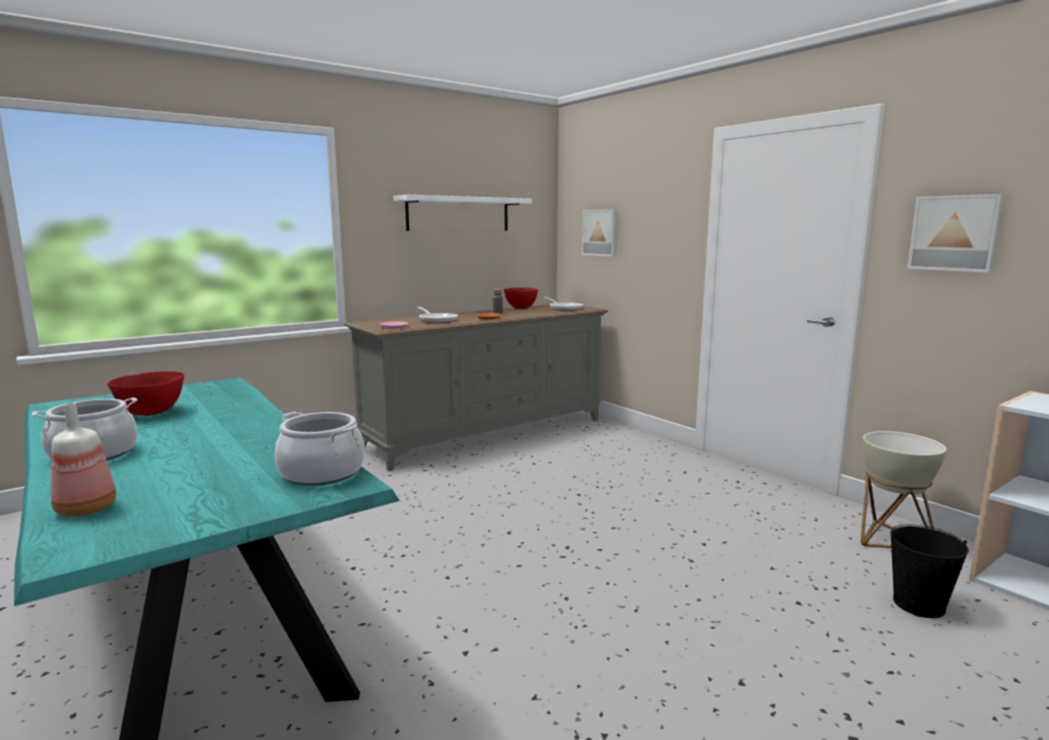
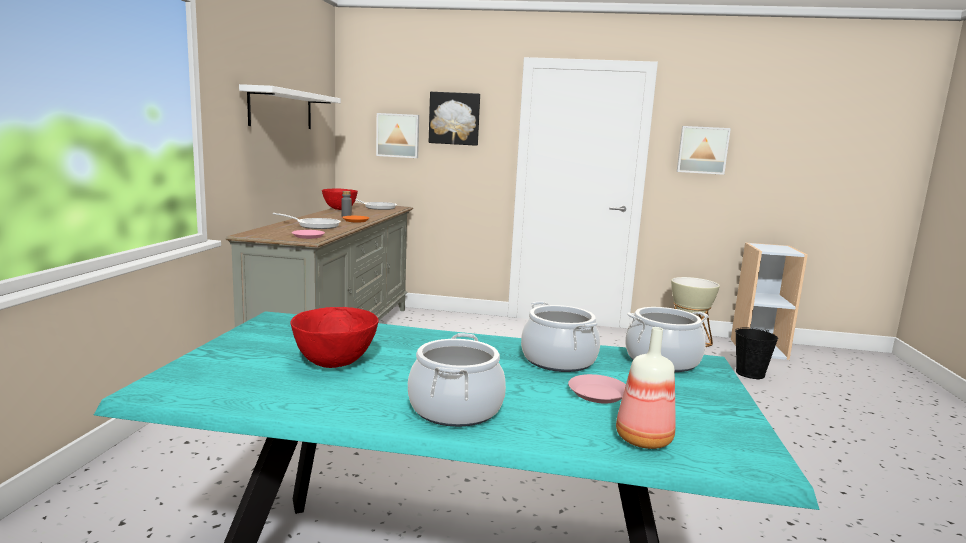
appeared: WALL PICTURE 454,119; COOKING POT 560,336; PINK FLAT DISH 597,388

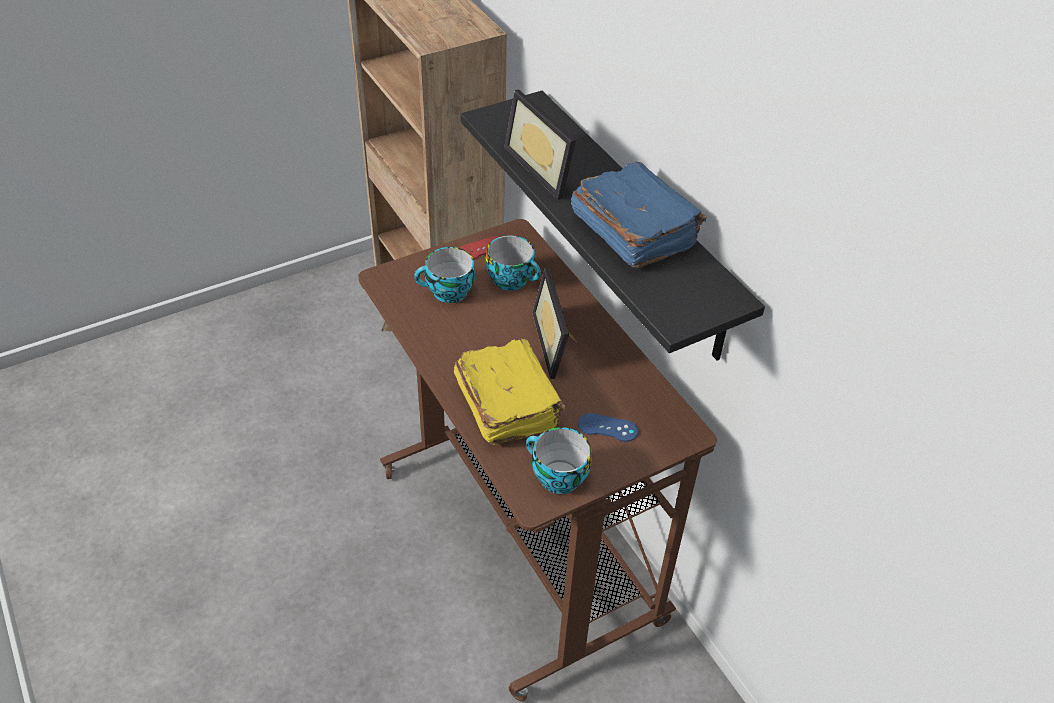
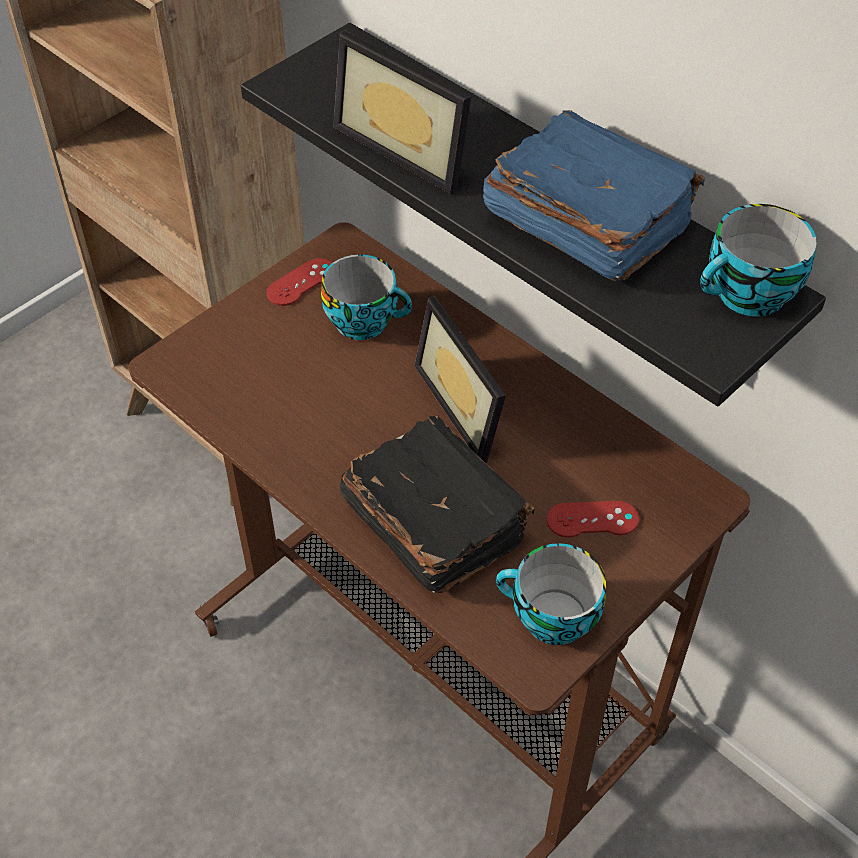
relocated: DRINKING CUP 444,275 to 758,260
colour: YELLOW VOLUME 509,392 to BLACK-COLOURED VOLUME 437,504; BLUE GAME CONTROLLER 608,427 to RED-COLOURED GAME CONTROLLER 593,519

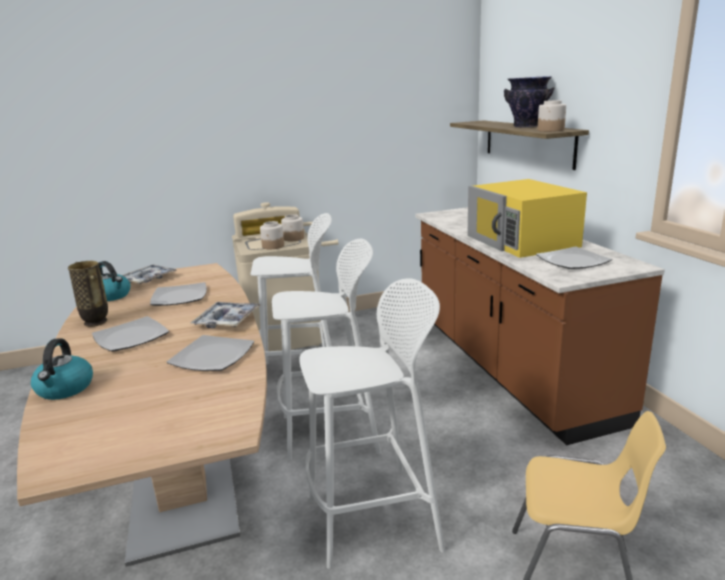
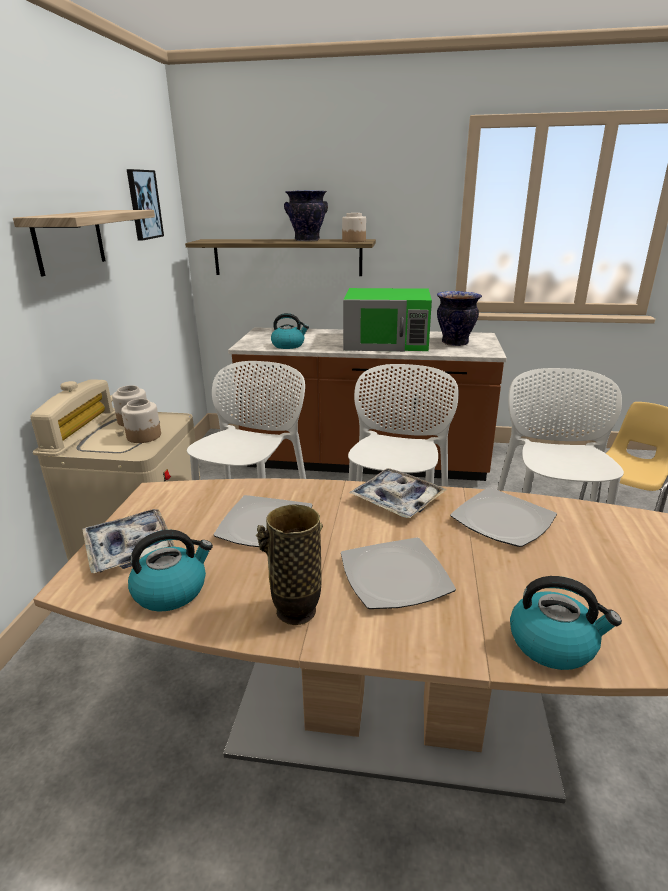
appeared: SHELF 84,243; WALL PICTURE 145,205; TEA KETTLE 290,331
exchanged: FLAT DISH 574,258 to VASE 459,318
colour: YELLOW KITCHEN MICROWAVE 527,218 to GREEN KITCHEN MICROWAVE 387,320

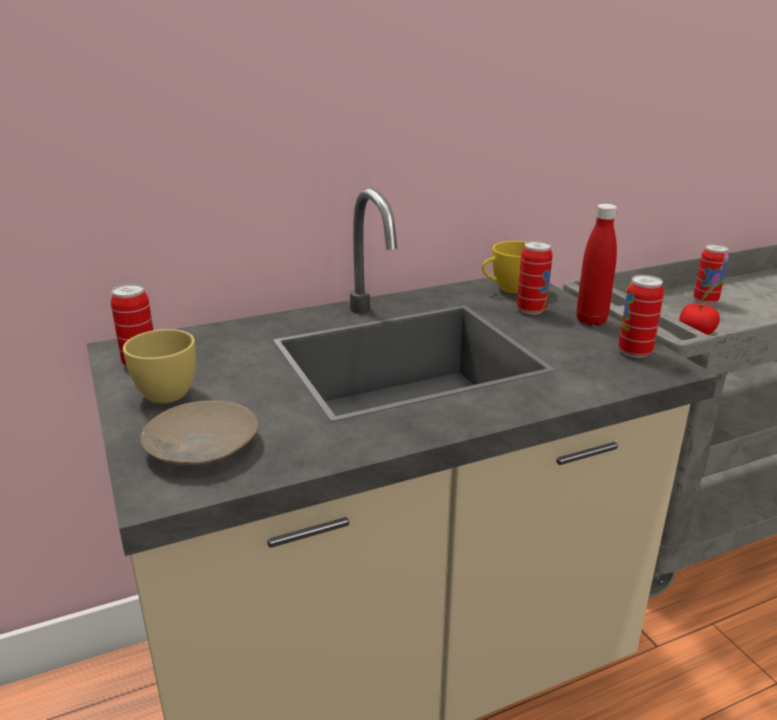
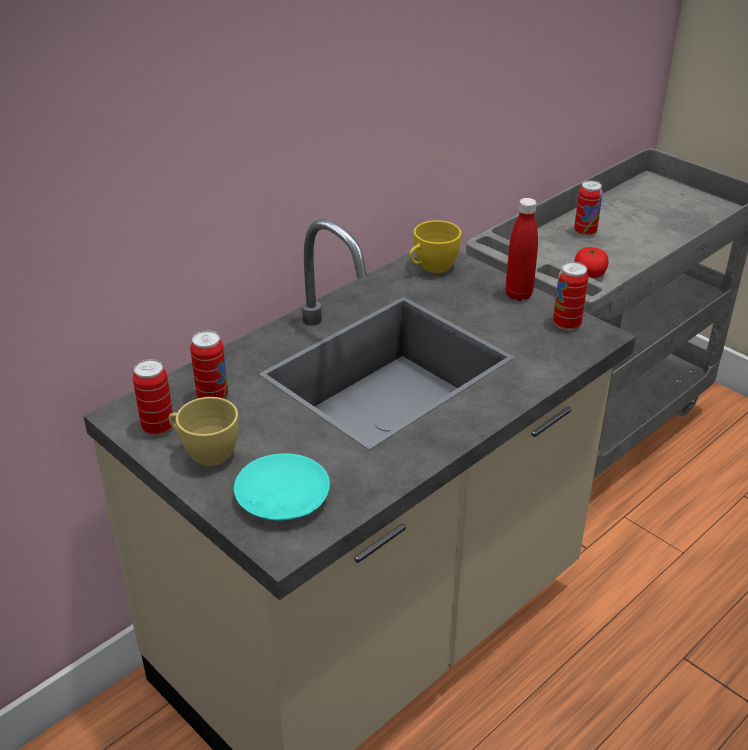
relocated: METAL CAN 535,278 to 209,365
colour: BEIGE-COLOURED FLAT DISH 199,432 to TURQUOISE-COLOURED FLAT DISH 282,487

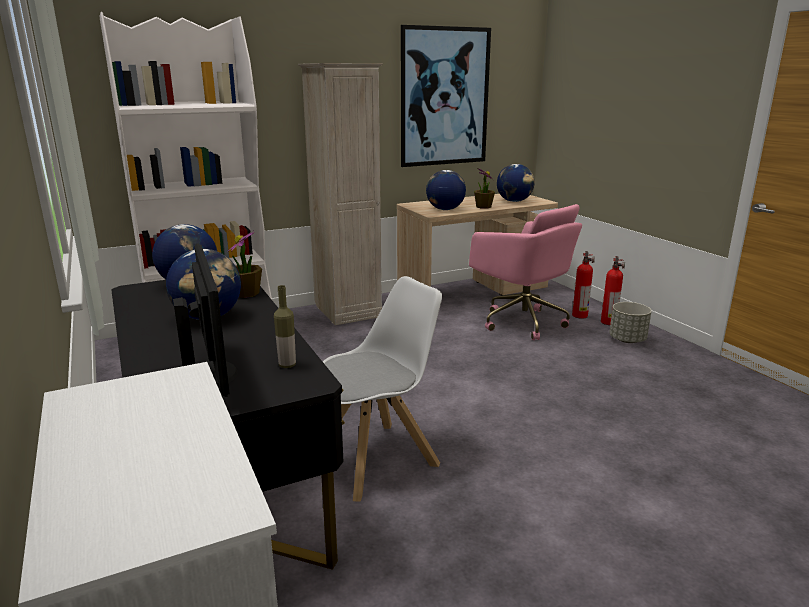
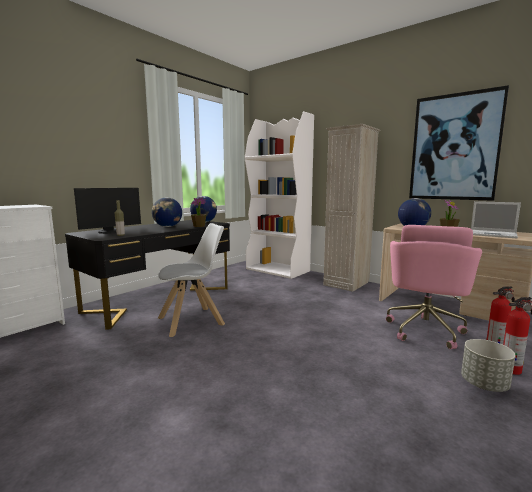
exchanged: WORLD GLOBE 516,183 to PORTABLE COMPUTER 496,219
spun: PLAIN CHAIR 382,389 = 191,280 60 degrees counterclockwise

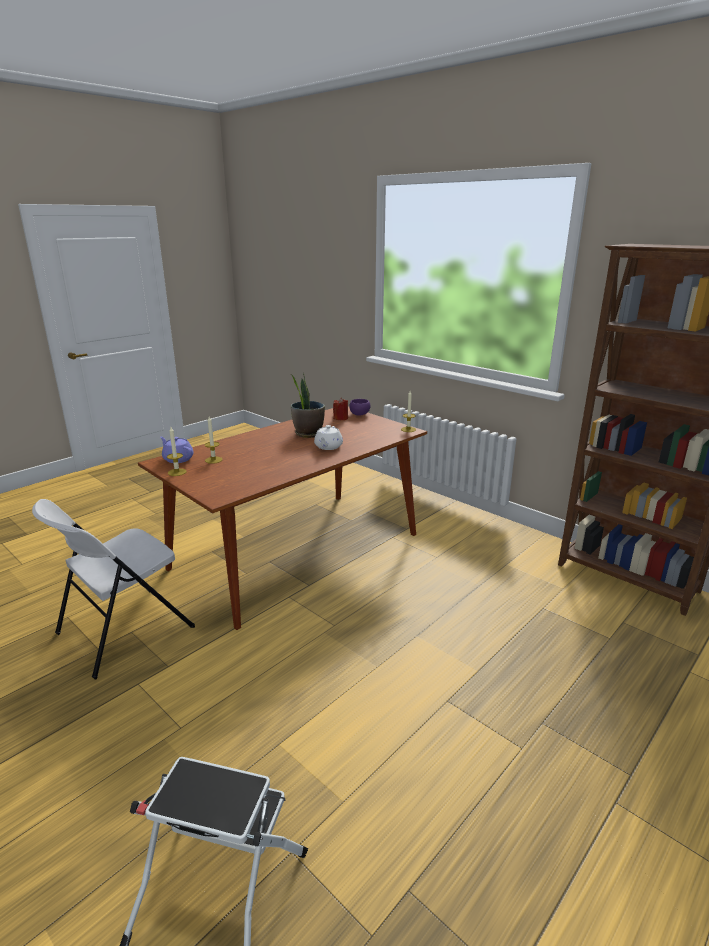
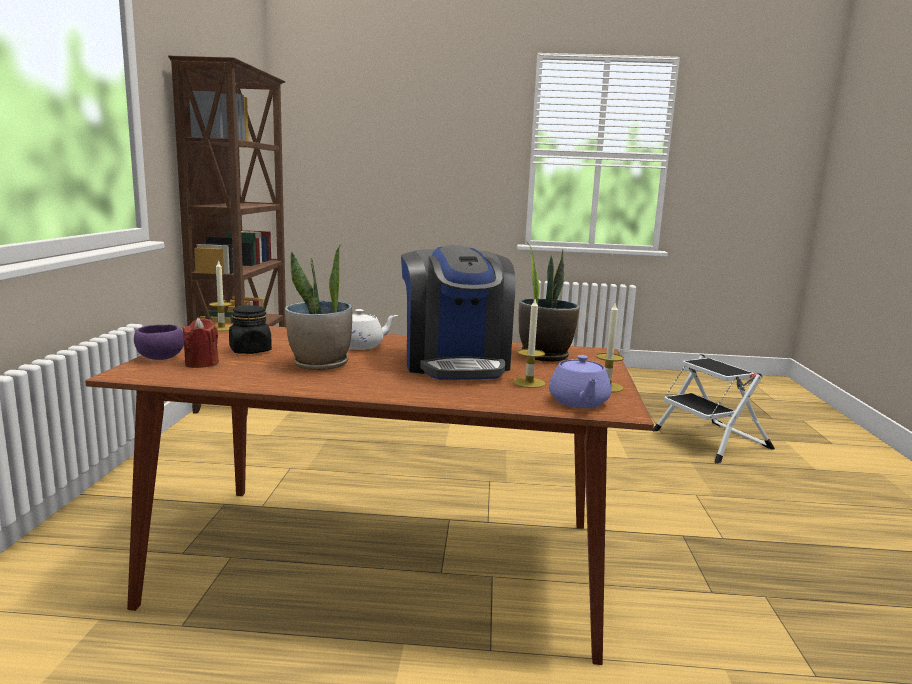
missing: WHITISH PLAIN CHAIR 113,589
appeared: BLACK-COLOURED JAR 250,330; COFFEE MACHINE 458,312; POTTED PLANT 549,302

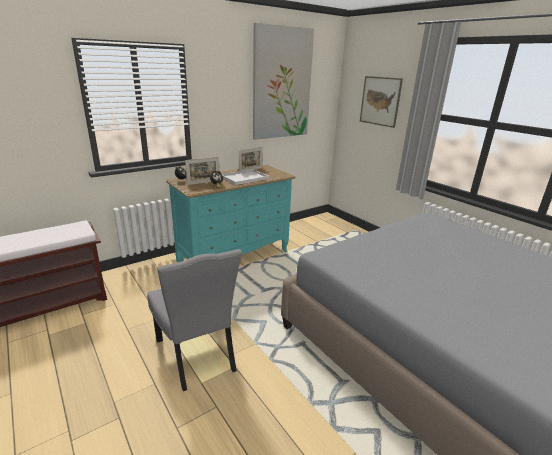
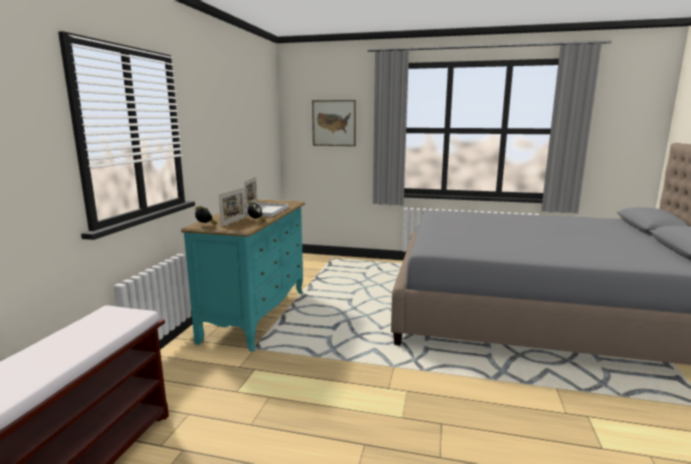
missing: GREYISH PLAIN CHAIR 194,320; WALL PICTURE 283,81

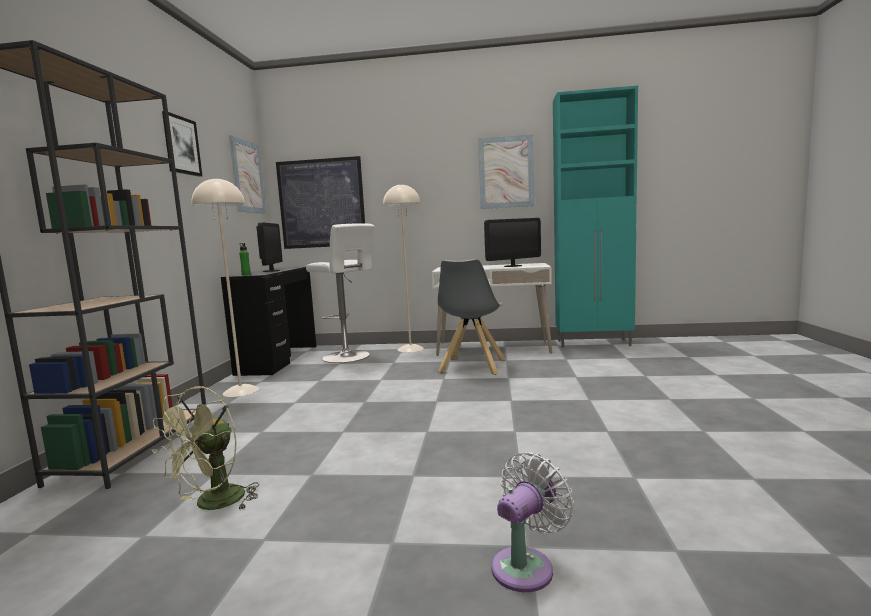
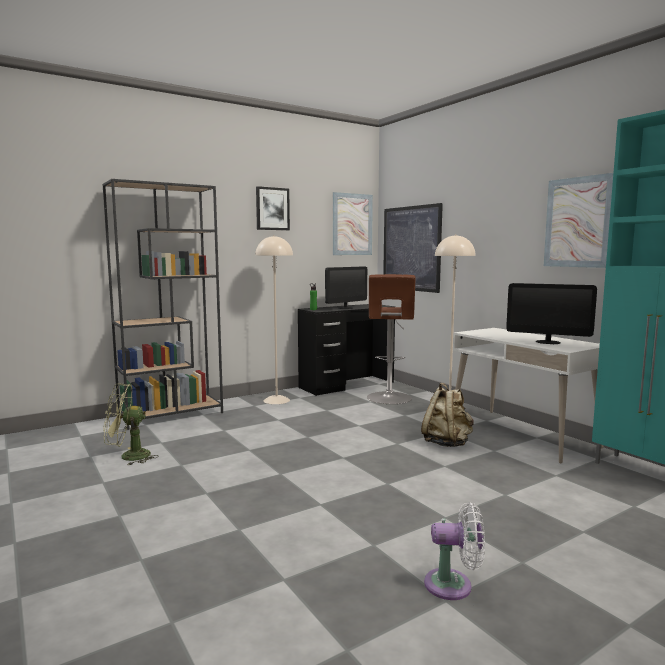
relocated: WHITISH COOLING FAN 532,522 to 454,551
exchanged: GREYISH PLAIN CHAIR 472,317 to BEIGE-COLOURED BACKPACK 447,415
colour: WHITISH SITTING STOOL 340,293 to BROWN-COLOURED SITTING STOOL 391,339

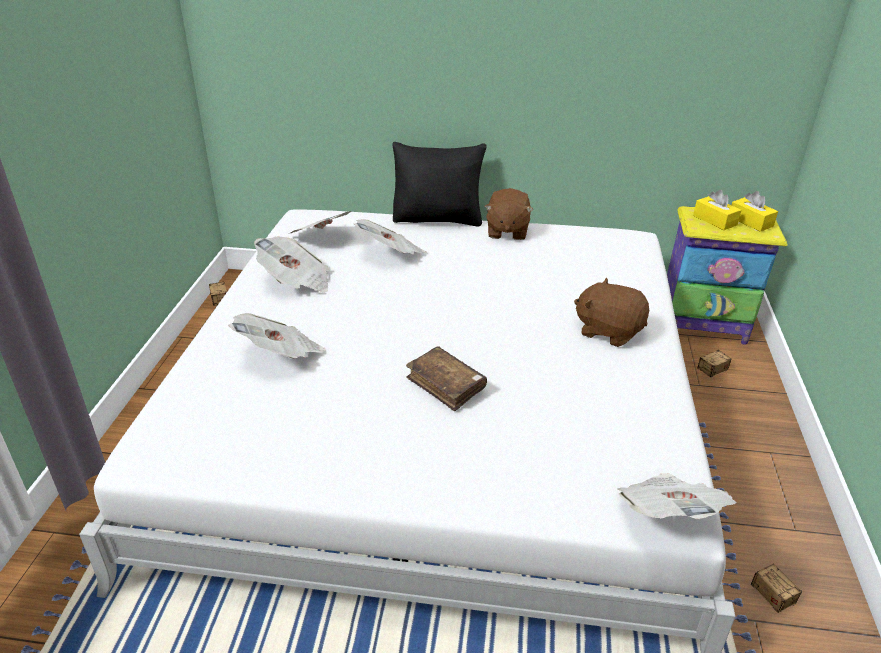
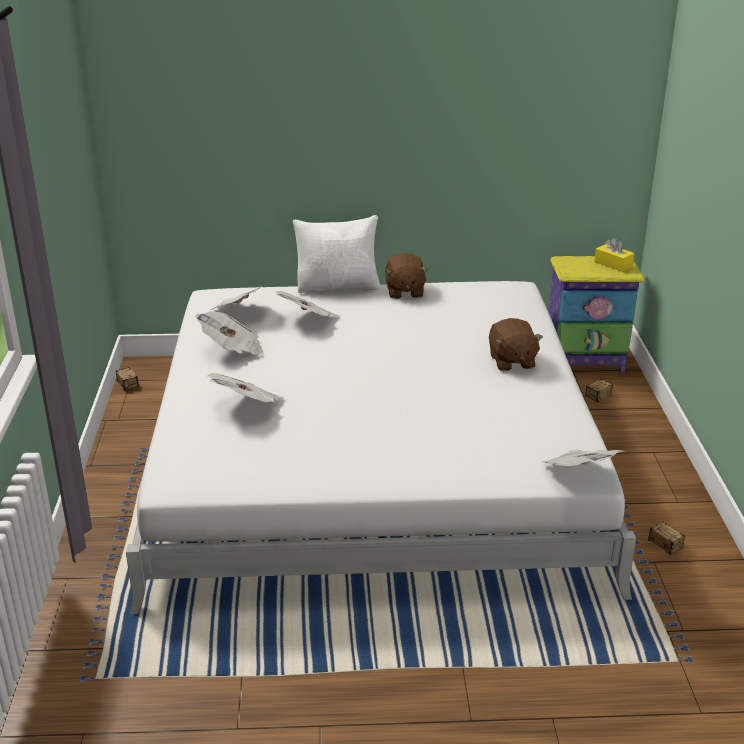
missing: BROWN-COLOURED VOLUME 446,378; YELLOW BOX OF TISSUES 717,210
colour: BLACK-COLOURED PILLOW 439,184 to WHITISH PILLOW 336,254
spun: BROWN-COLOURED PLUSH TOY 611,312 = 516,344 120 degrees counterclockwise

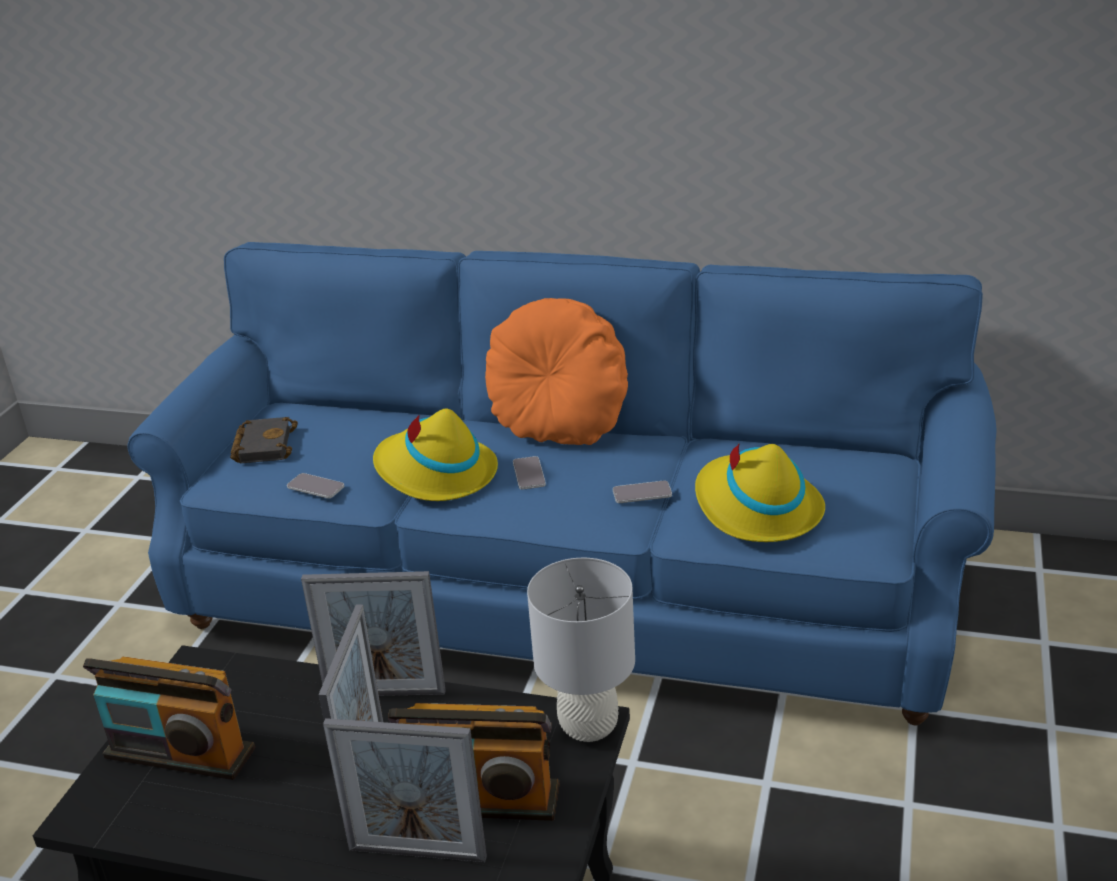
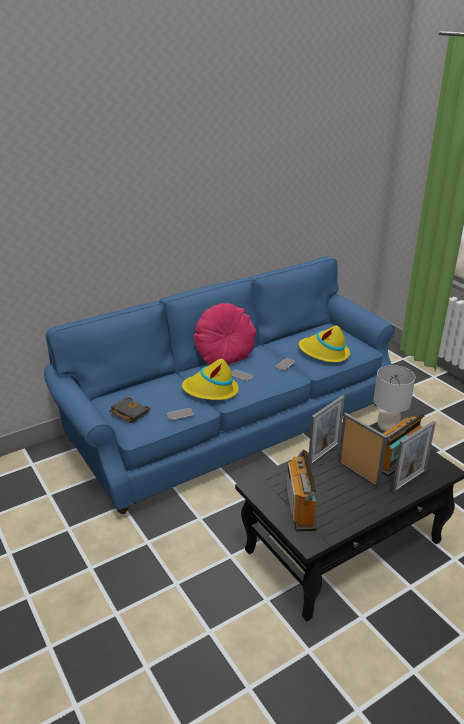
colour: ORANGEY PILLOW 556,371 to PINK PILLOW 225,334
spun: RADIO SET 169,718 = 302,490 60 degrees counterclockwise

